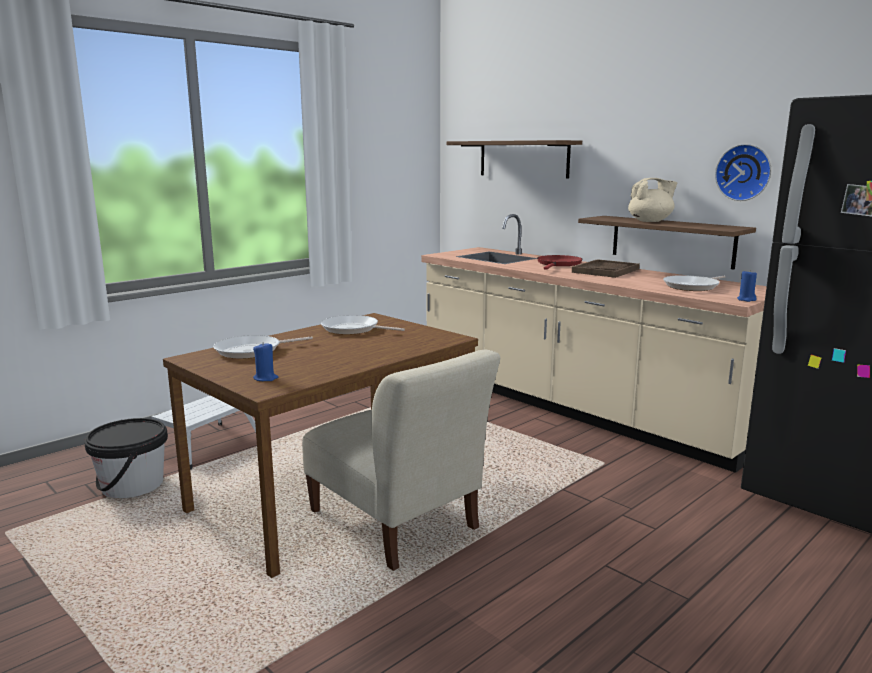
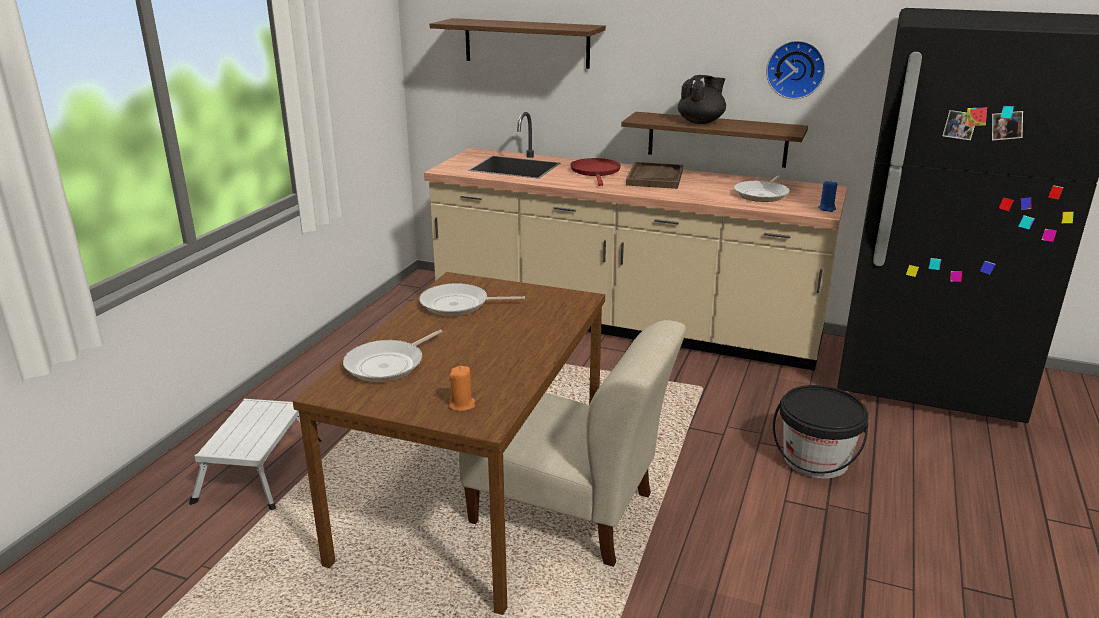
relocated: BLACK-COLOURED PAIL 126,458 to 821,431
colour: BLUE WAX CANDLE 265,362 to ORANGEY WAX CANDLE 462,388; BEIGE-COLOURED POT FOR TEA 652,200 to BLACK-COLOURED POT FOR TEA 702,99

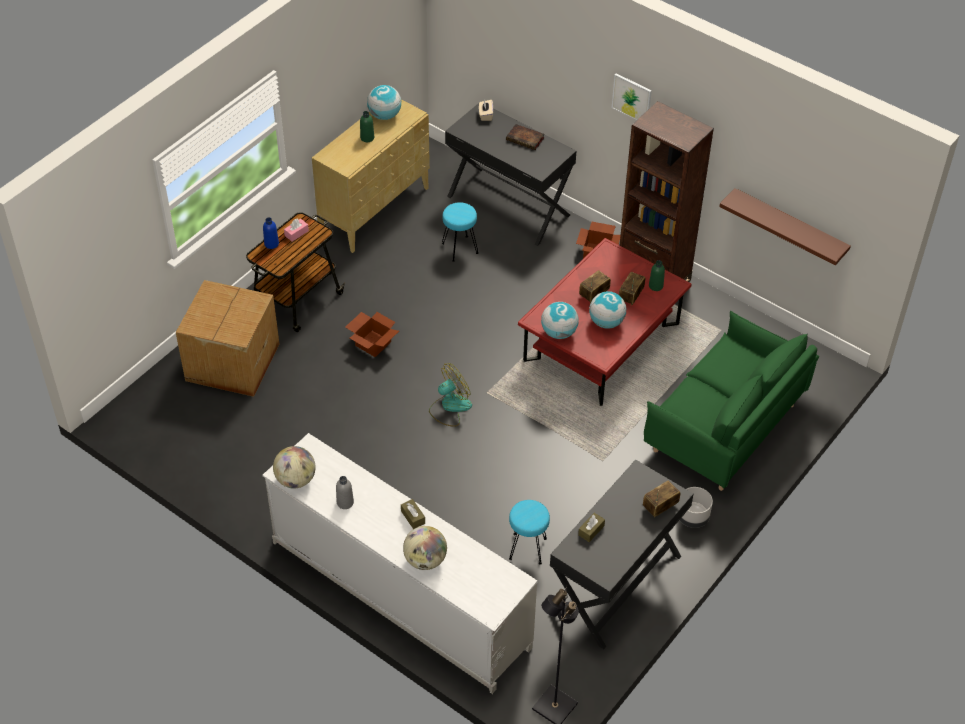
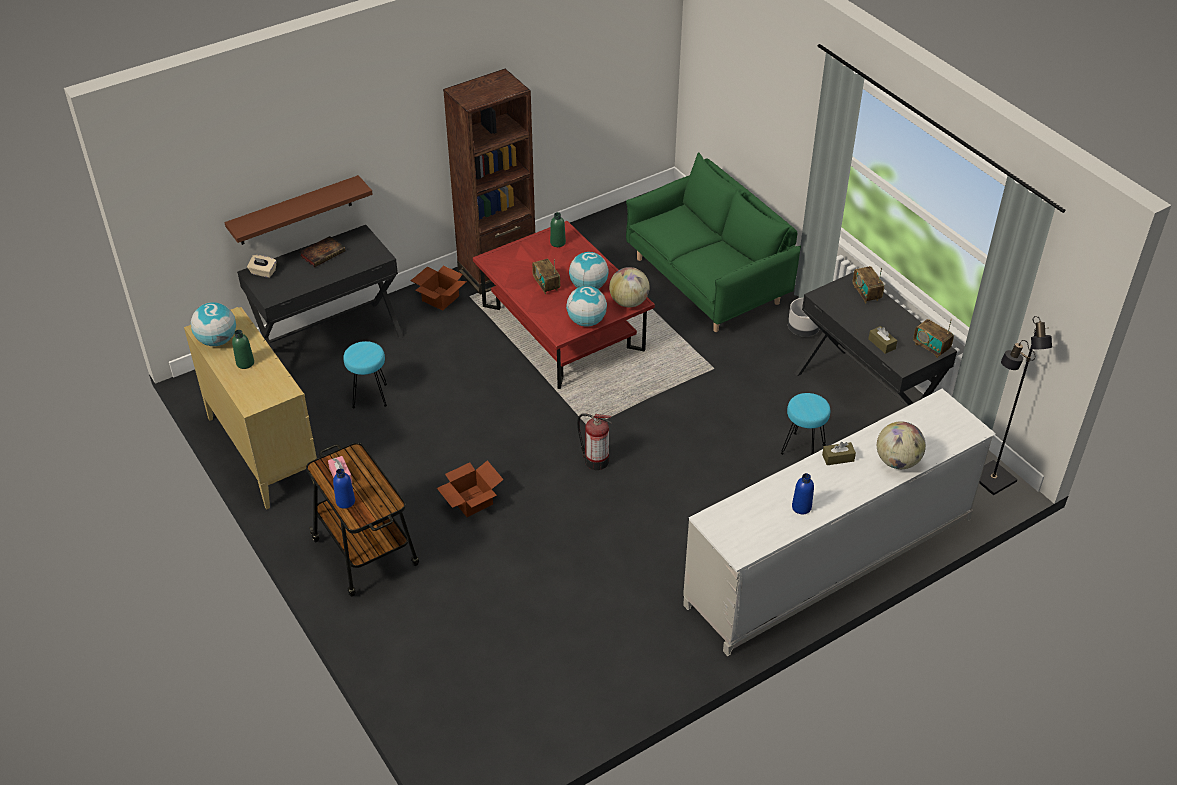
missing: PACKING BOX 227,338; WALL PICTURE 632,97
relocated: WORLD GLOBE 294,467 to 629,287; RADIO SET 632,289 to 933,338; BROWN-COLOURED SHELF 785,226 to 298,210
exchanged: COOLING FAN 450,395 to FIRE EXTINGUISHER 594,441
colour: GREYISH BOTTLE 345,492 to BLUE BOTTLE 803,493

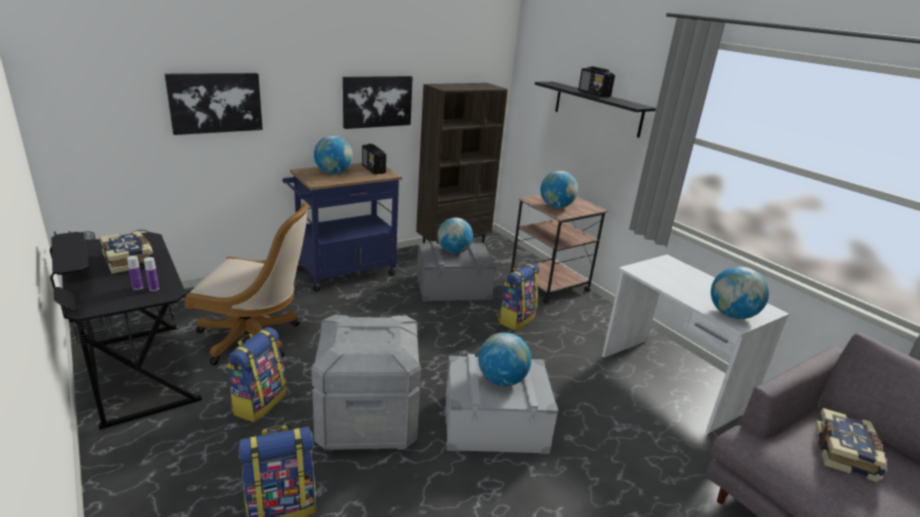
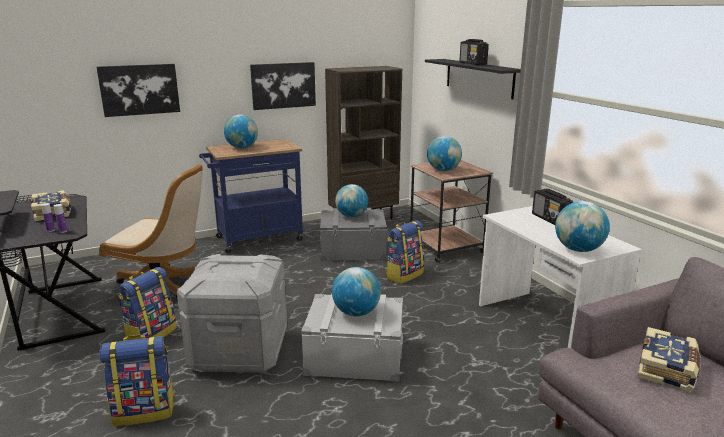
relocated: RADIO SET 374,159 to 552,207

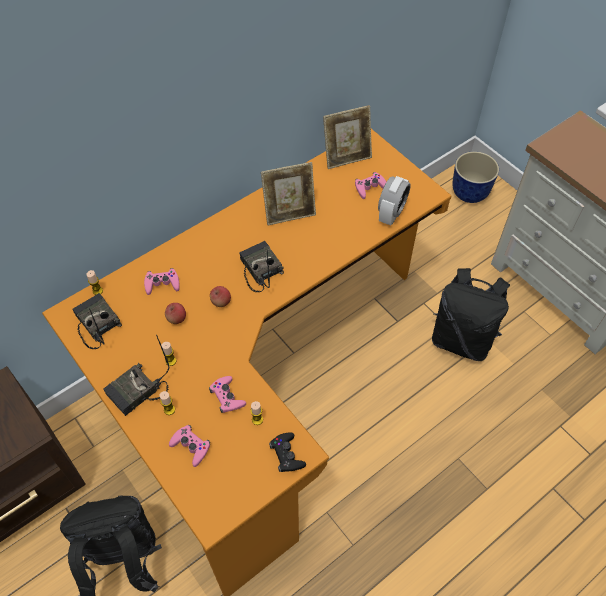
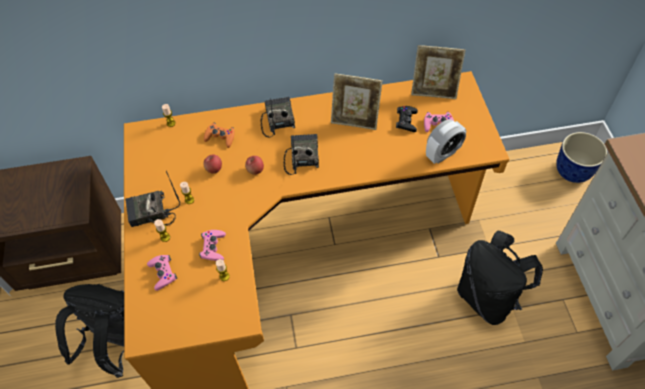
relocated: RADIO SET 97,321 to 277,117; BLACK-COLOURED GAME CONTROLLER 287,452 to 407,119
colour: PINK GAME CONTROLLER 162,281 to ORANGEY GAME CONTROLLER 219,135

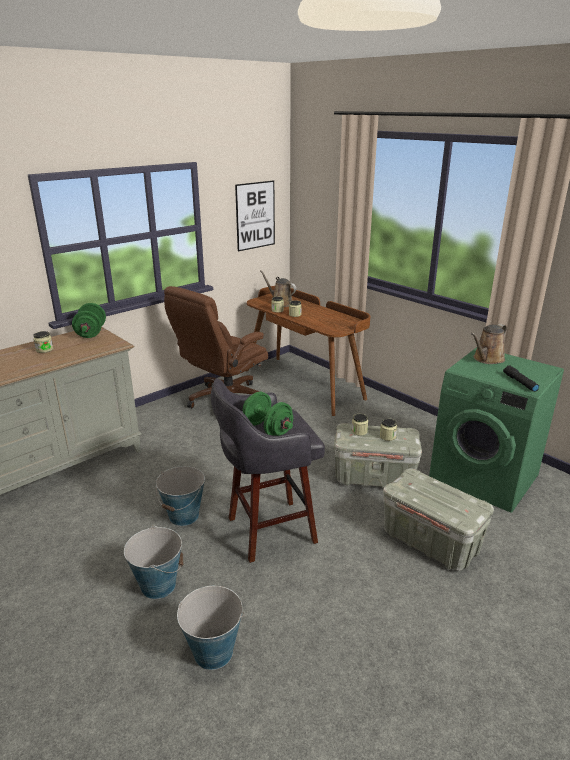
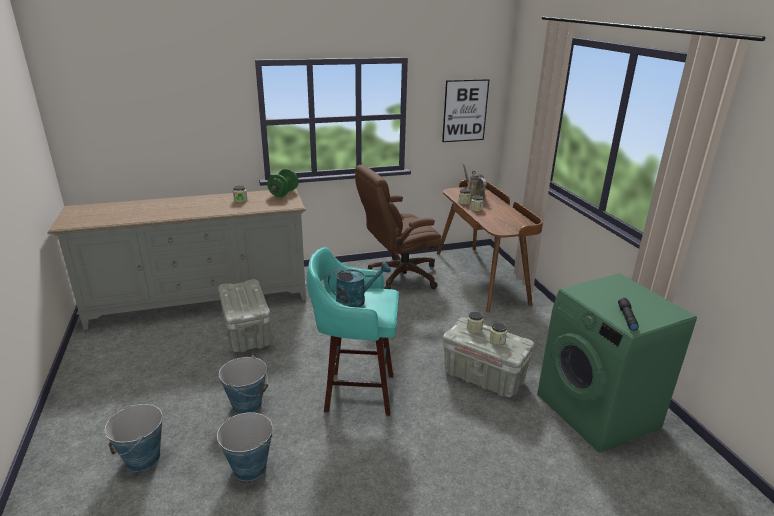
missing: BROWN-COLOURED SPRINKLING CAN 489,344
relocated: PAIL 180,496 to 134,438; GREYISH STORAGE CONTAINER 438,520 to 244,315
exchanged: GREEN DUMBBELL 268,414 to TURQUOISE-COLOURED SPRINKLING CAN 359,285
colour: GREYISH SITTING STOOL 268,470 to TURQUOISE-COLOURED SITTING STOOL 353,331

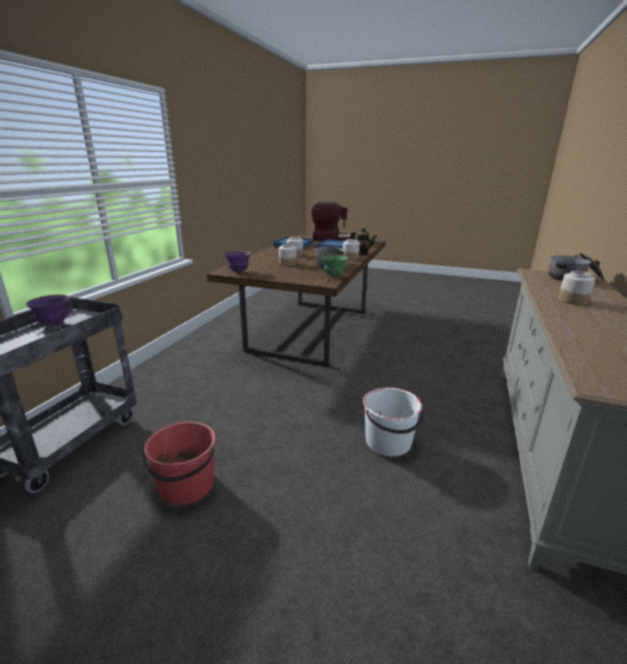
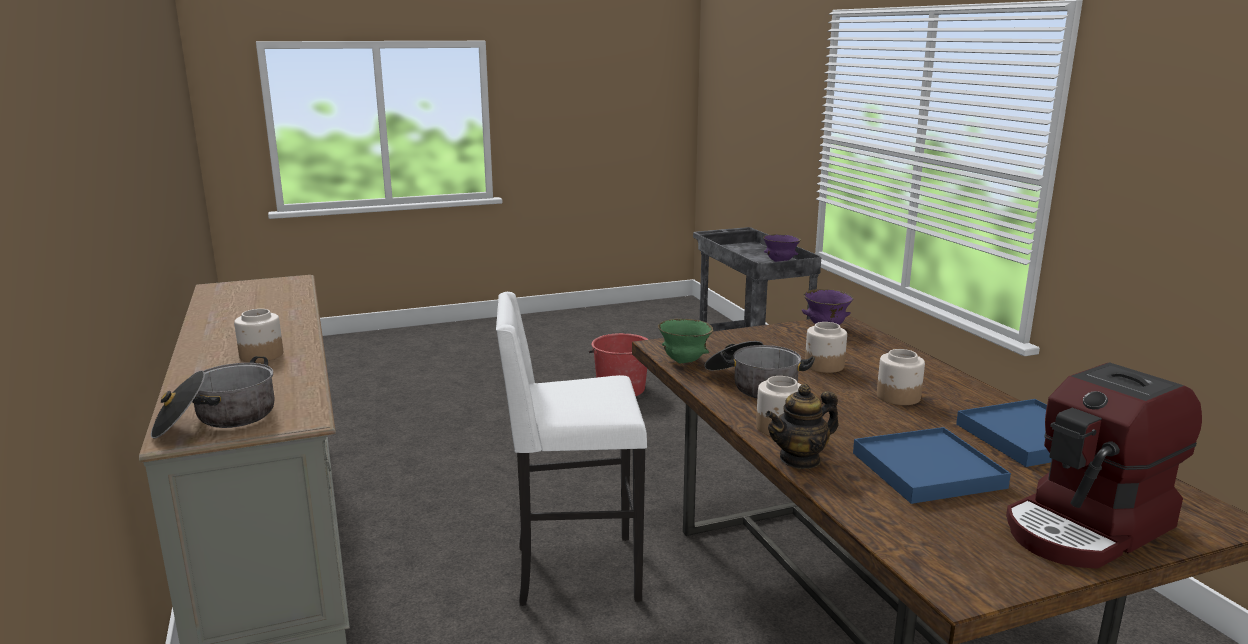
missing: WHITISH PAIL 393,421
appeared: WHITISH SITTING STOOL 571,449

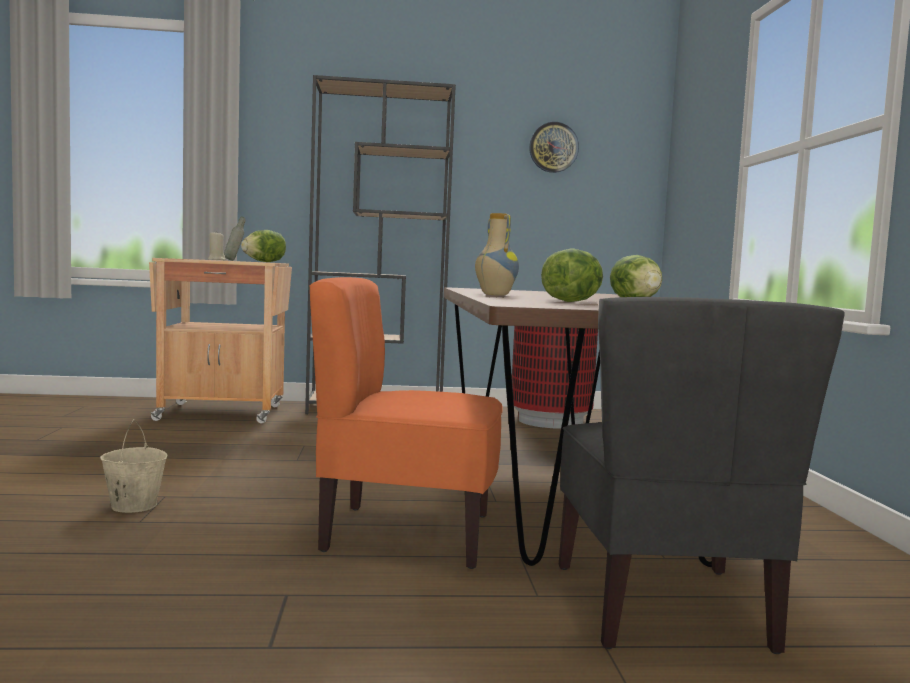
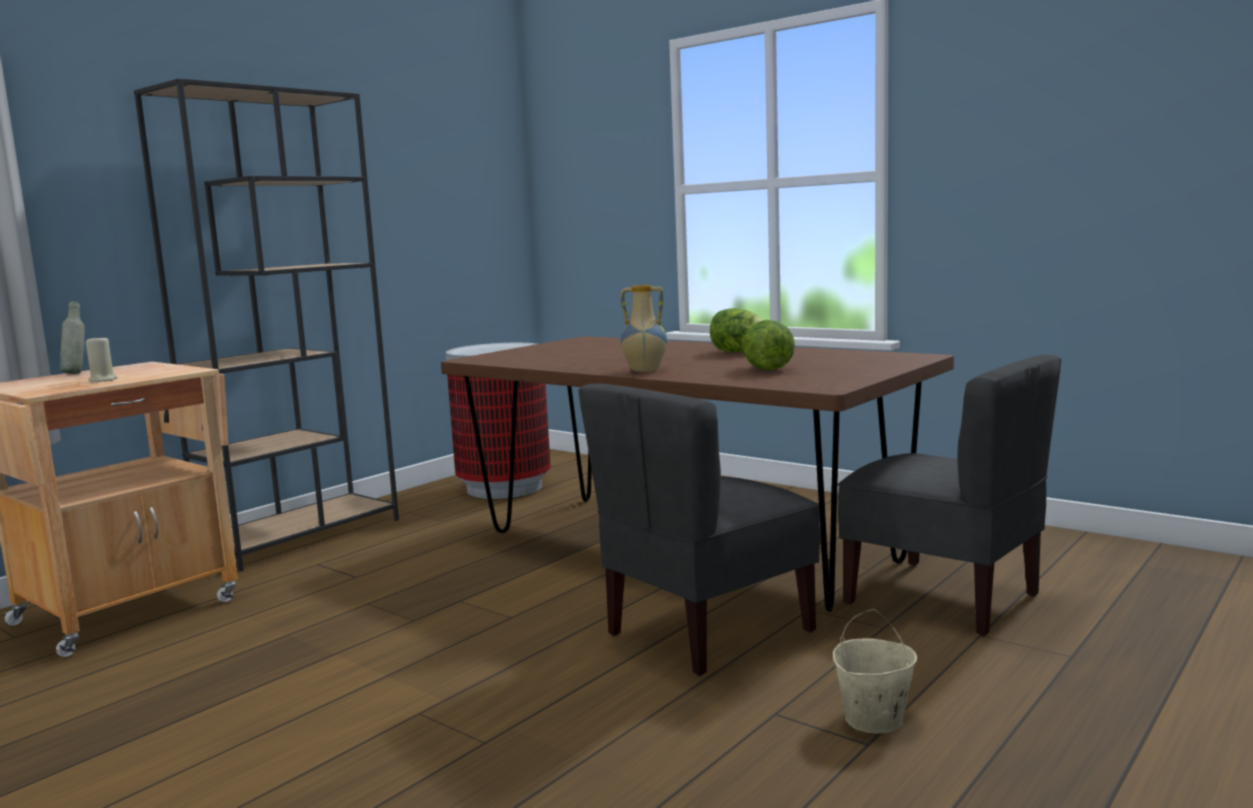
missing: LETTUCE 263,246; WALL CLOCK 554,147
relocated: BEIGE-COLOURED PAIL 133,466 to 875,671
colour: ORANGEY PLAIN CHAIR 406,423 to GREYISH PLAIN CHAIR 699,530

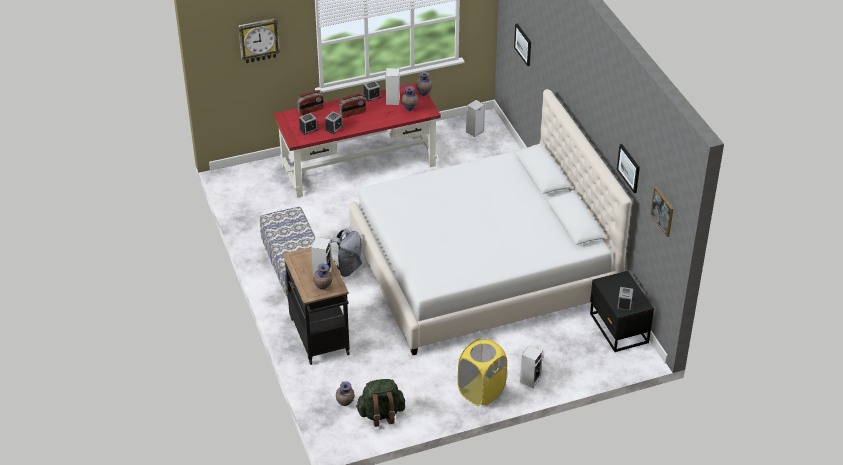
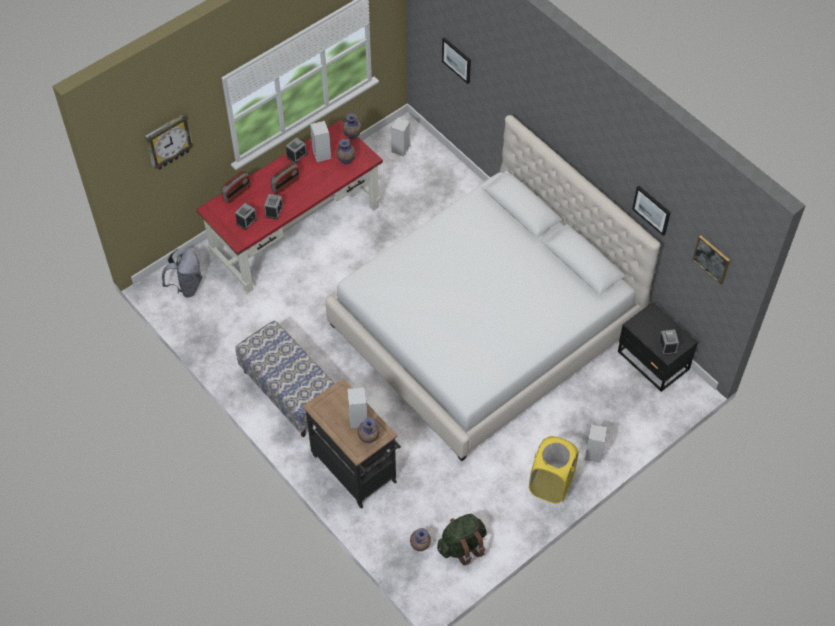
relocated: GREYISH BACKPACK 346,253 to 182,273

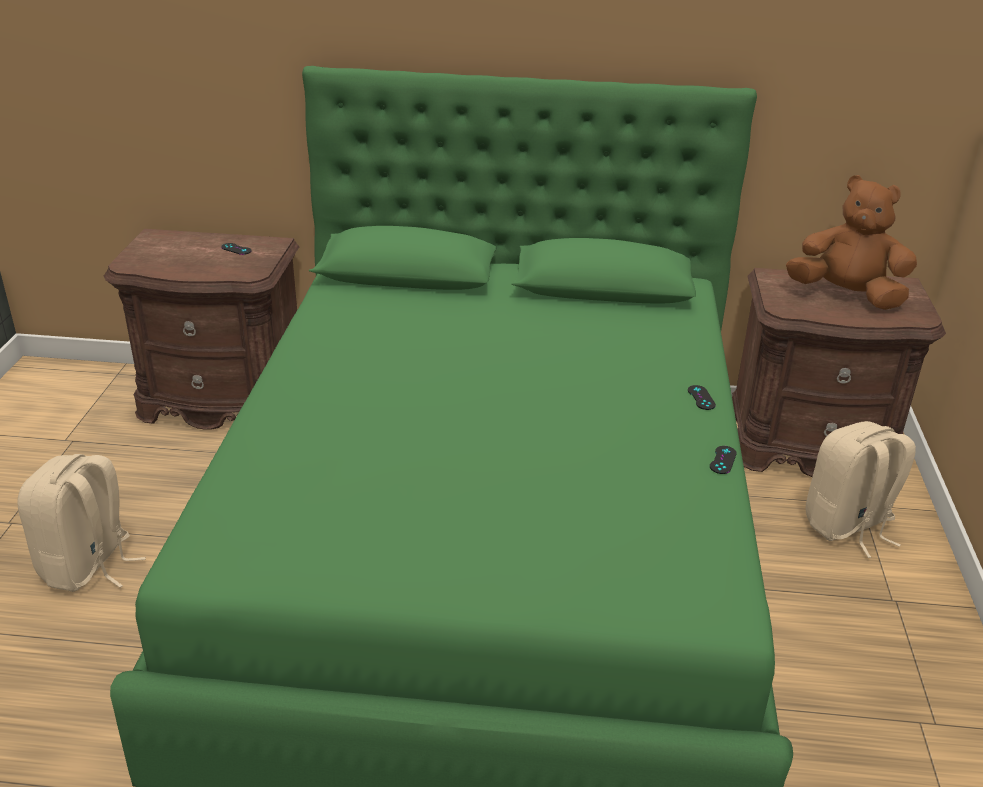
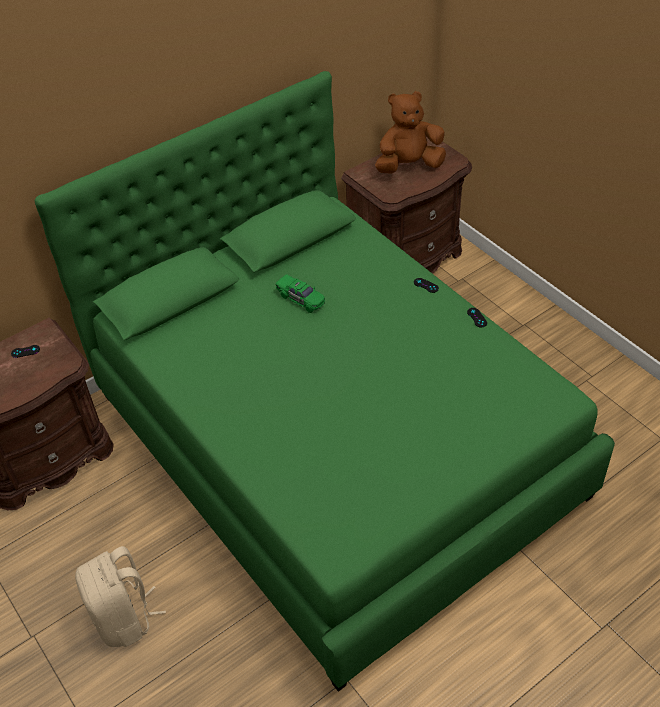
missing: BEIGE-COLOURED BACKPACK 861,489
appeared: GREEN TOY CAR 300,293

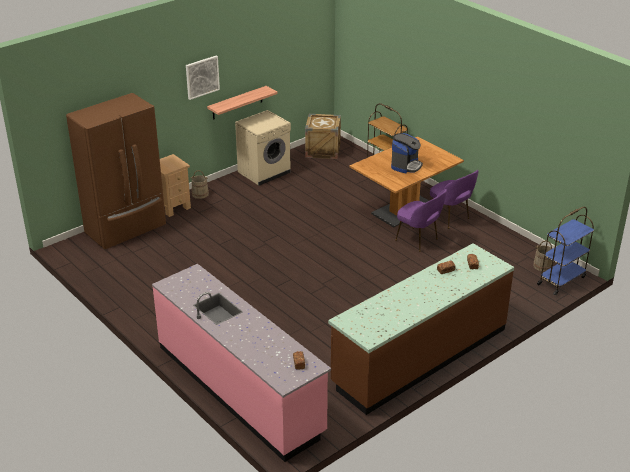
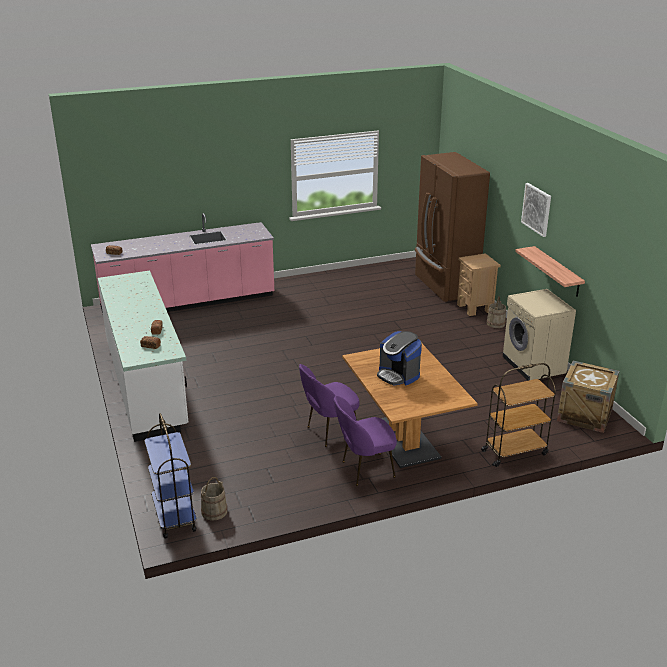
colour: BROWN-COLOURED COUNTER 421,329 to WHITISH COUNTER 143,356

